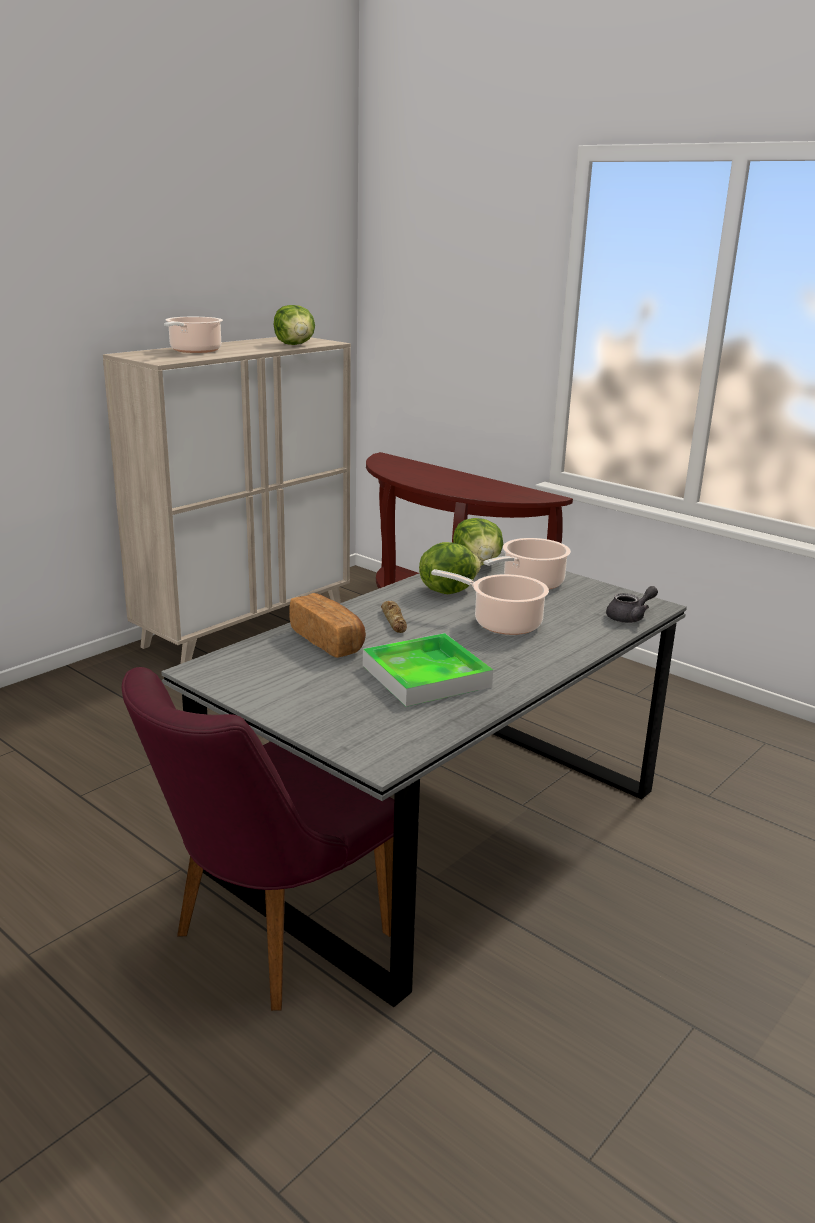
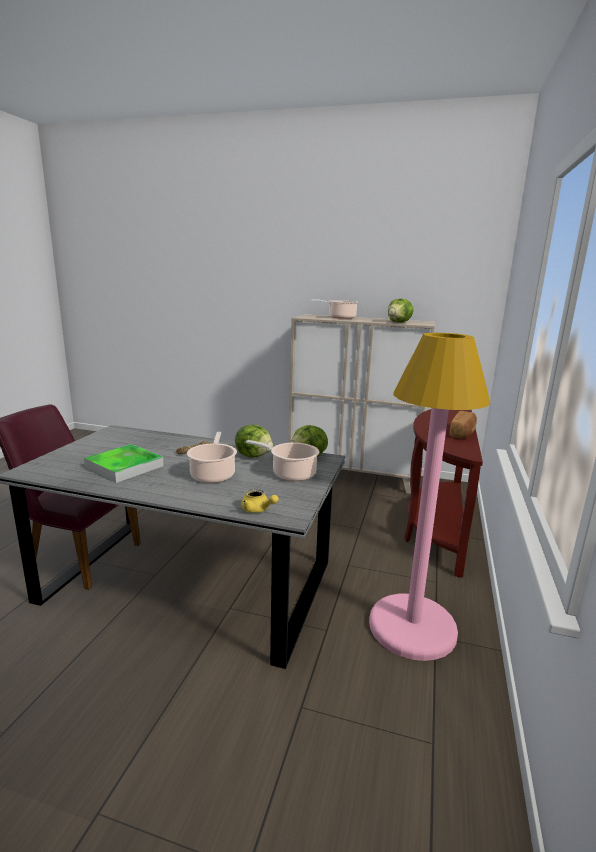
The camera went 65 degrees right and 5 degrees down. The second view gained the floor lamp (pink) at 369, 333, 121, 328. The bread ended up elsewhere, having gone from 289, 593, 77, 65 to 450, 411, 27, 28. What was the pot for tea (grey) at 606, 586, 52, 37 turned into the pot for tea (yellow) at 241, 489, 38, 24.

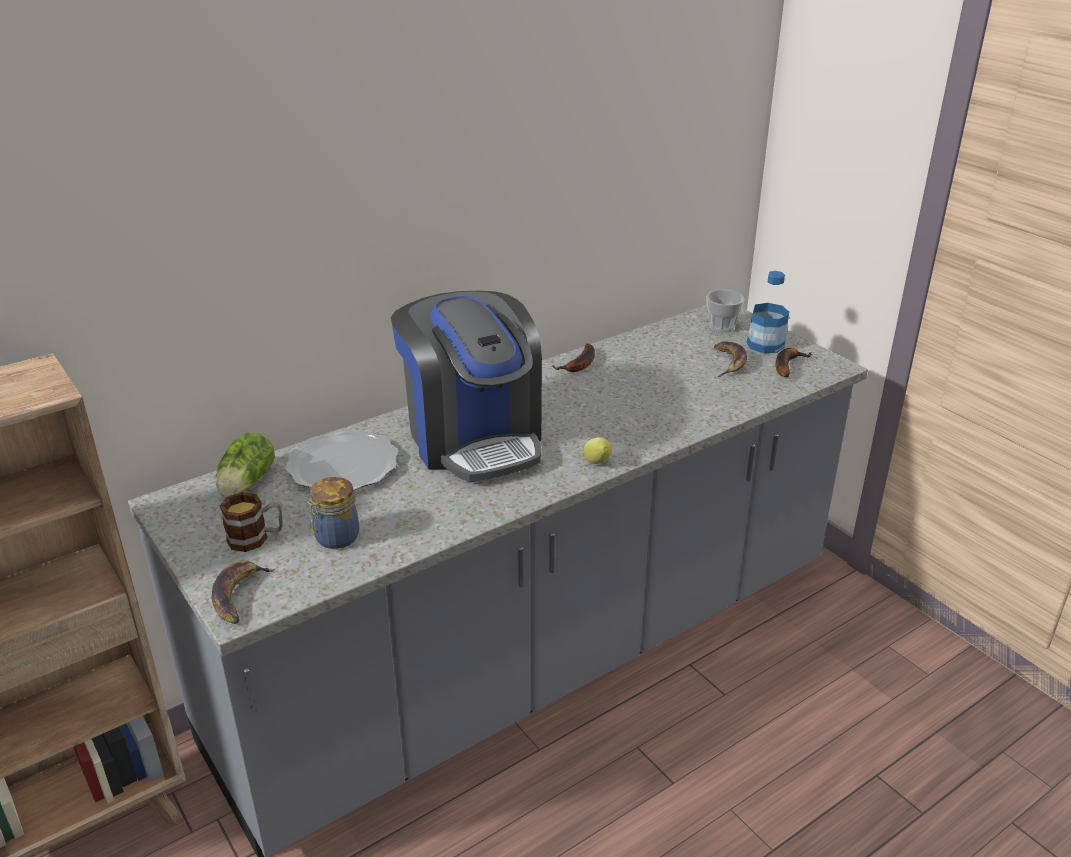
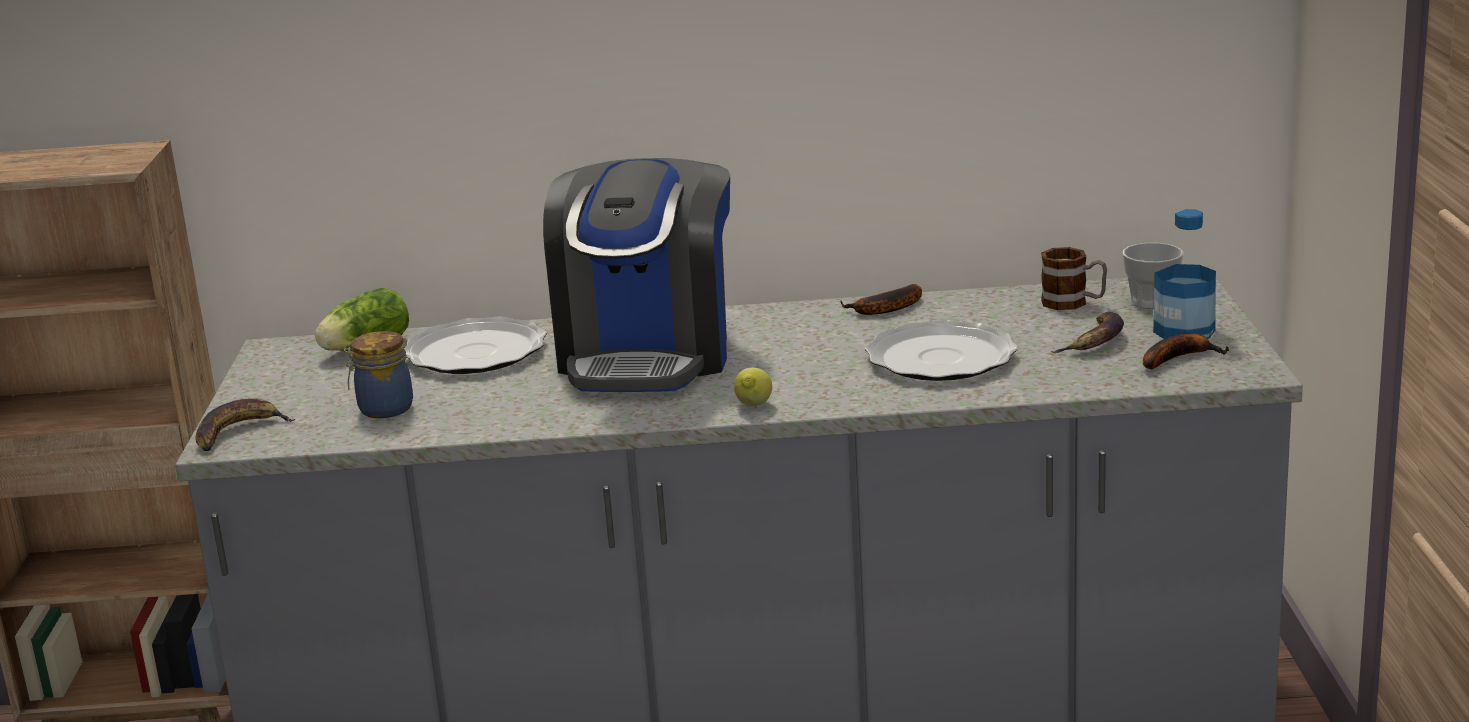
The camera went 35 degrees right and 10 degrees down. The second view gained the flat dish at 865, 320, 153, 61. The tea mug ended up elsewhere, having gone from 220, 492, 63, 60 to 1041, 247, 66, 63.

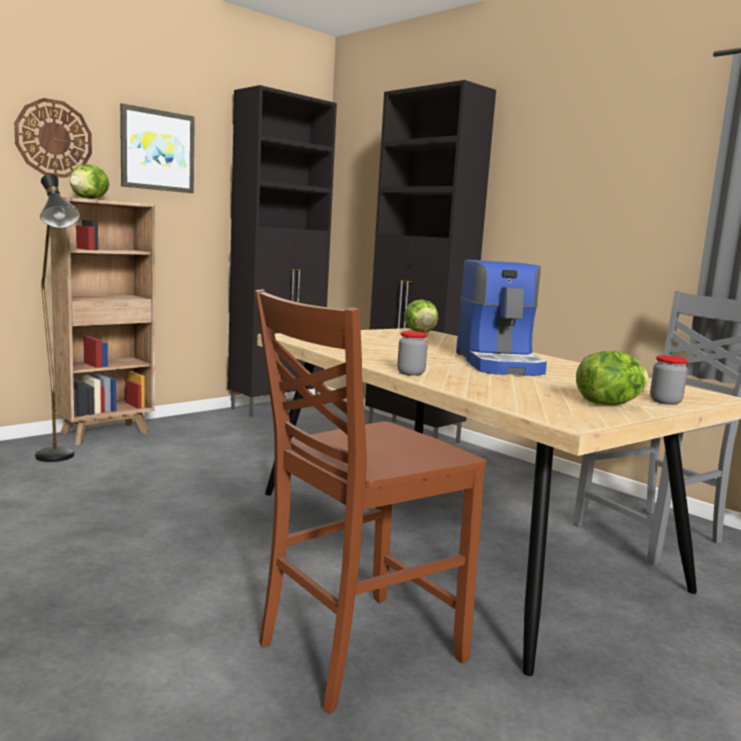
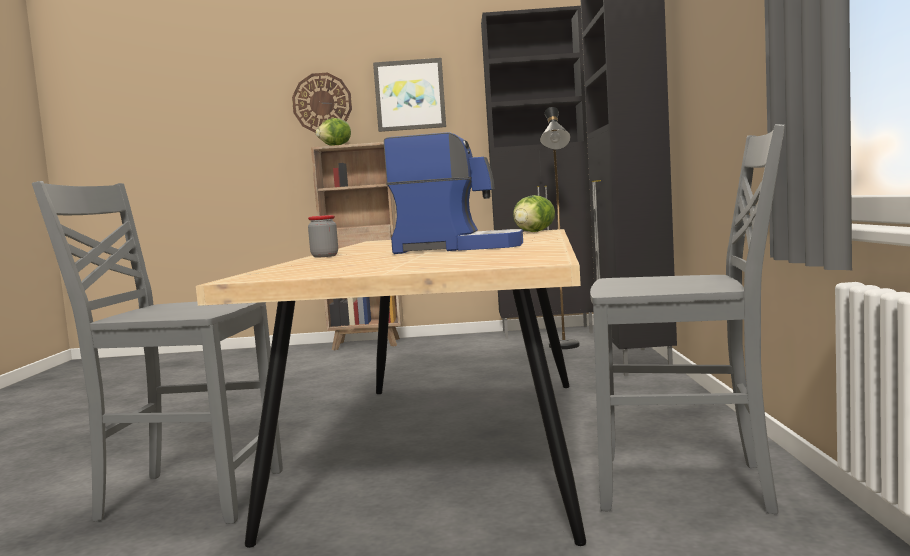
The camera went 45 degrees right and 5 degrees down. The second view lost the lettuce at 576, 351, 73, 54. The second view lost the preserve jar at 650, 355, 38, 50. The floor lamp (blackish) ended up elsewhere, having gone from 35, 174, 46, 288 to 540, 107, 40, 242. What was the plain chair (brown) at 255, 289, 231, 425 turned into the plain chair (grey) at 32, 181, 251, 343. The coffee brewer at 456, 260, 91, 116 ended up facing another way, 120 degrees counterclockwise from before.

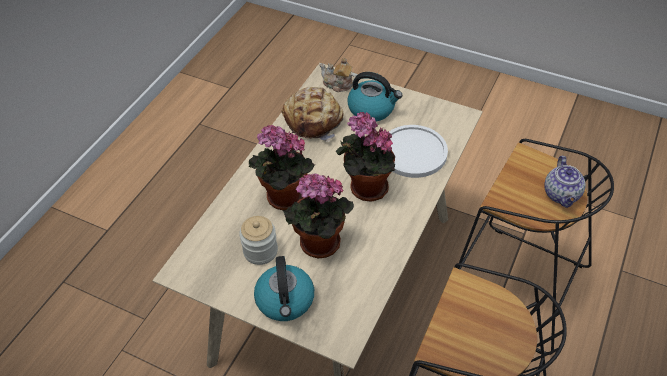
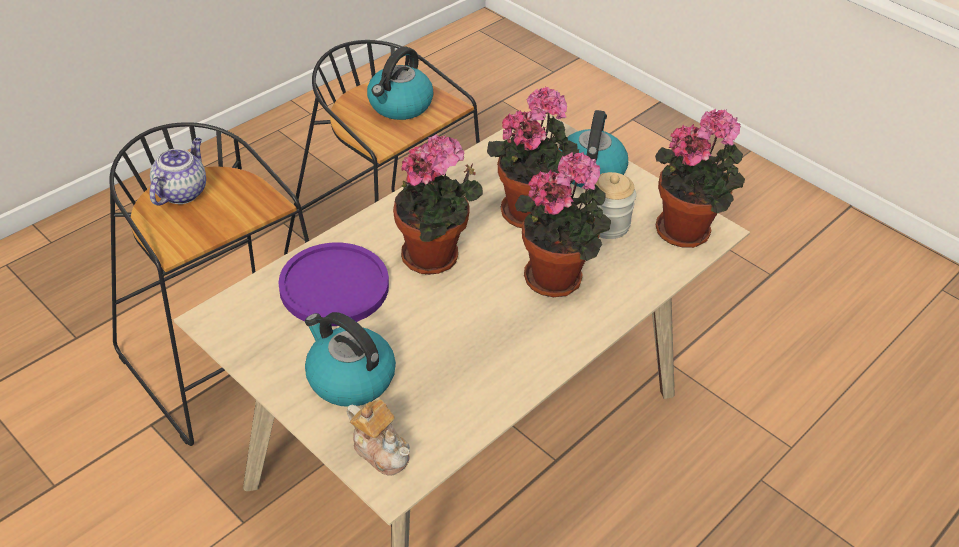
The camera went 165 degrees left and 5 degrees down. The second view lost the bread at 281, 87, 62, 55. The second view gained the tea kettle at 367, 46, 67, 74. The second view gained the houseplant at 655, 109, 90, 139. What was the flat dish (white-coloured) at 389, 125, 59, 53 turned into the flat dish (purple-coloured) at 278, 243, 111, 83.

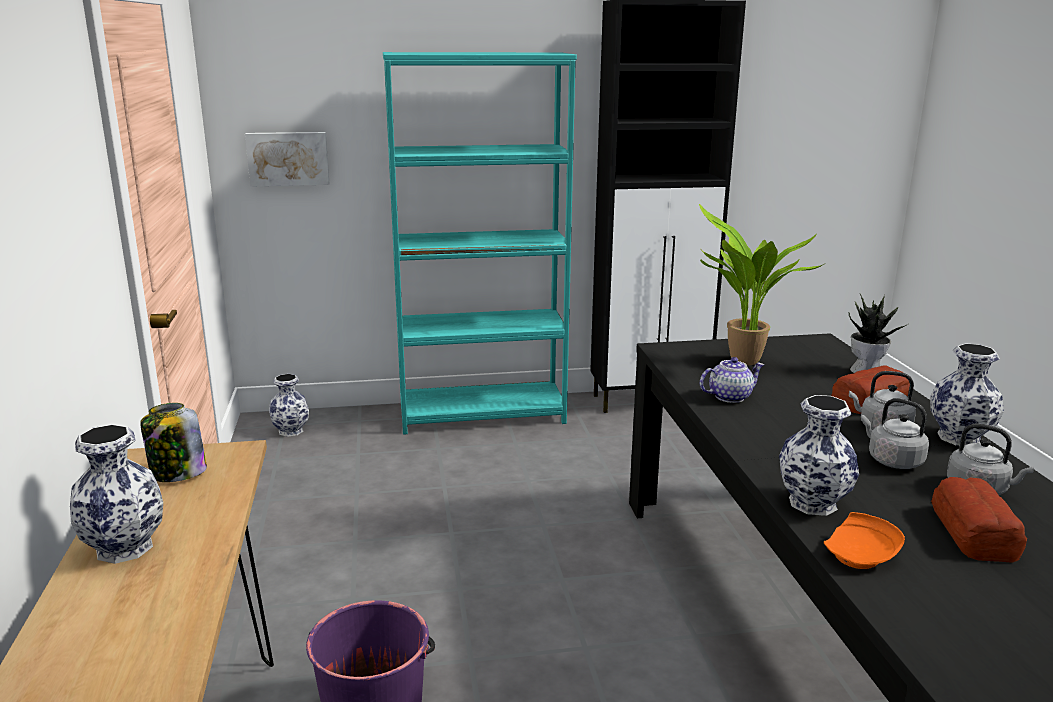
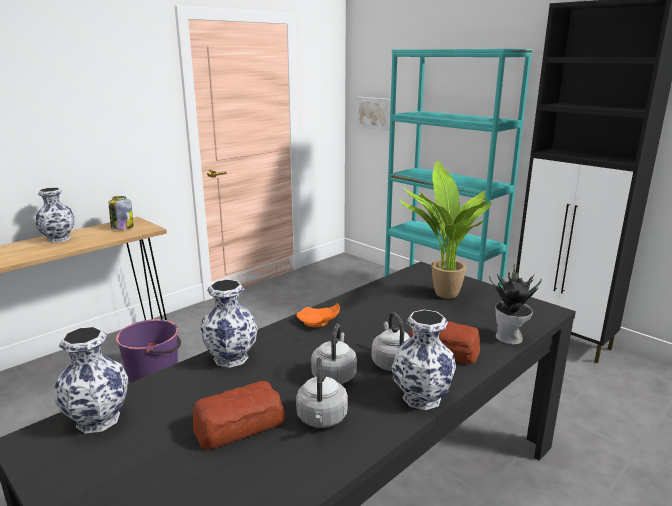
The camera went 55 degrees right and 0 degrees up. The second view lost the pot for tea at 700, 357, 64, 46. The vase ended up elsewhere, having gone from 269, 374, 40, 63 to 54, 327, 74, 106. The flat dish (orange-coloured) ended up elsewhere, having gone from 824, 512, 81, 57 to 296, 303, 44, 24.

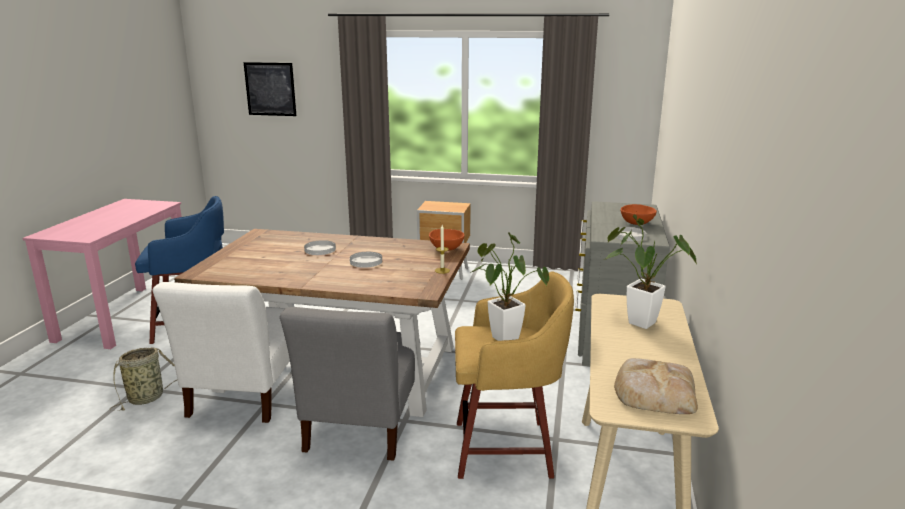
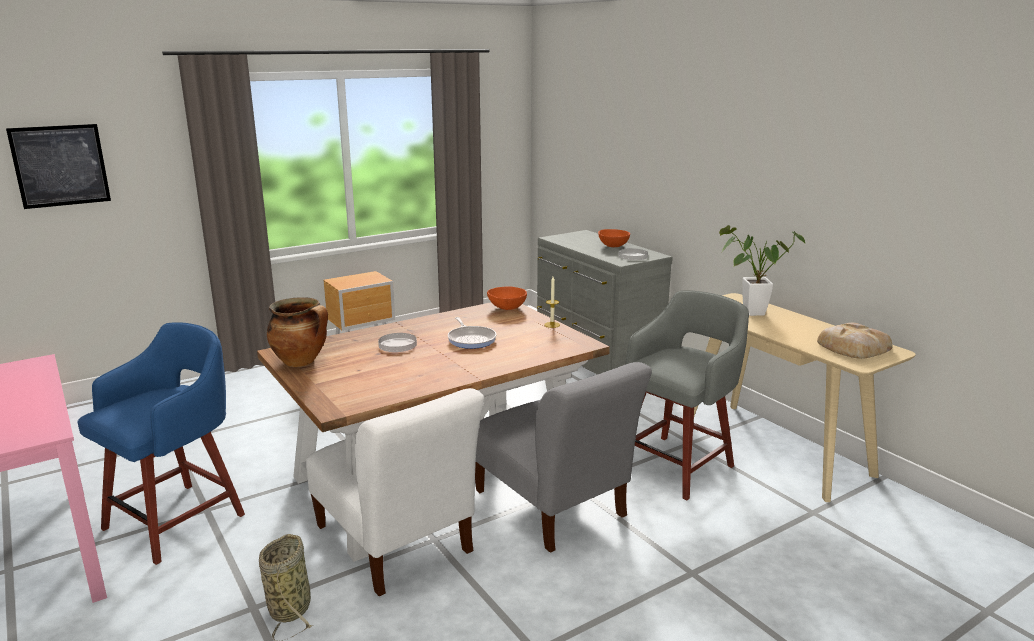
The camera went 45 degrees left and 0 degrees up. The second view lost the houseplant at 470, 232, 79, 109. The second view gained the stockpot at 267, 297, 61, 70. Where the flat dish (white-coloured) stood at 350, 252, 32, 16, the frying pan came to stand at 448, 317, 49, 32. What was the sitting stool (yellow) at 455, 271, 119, 208 turned into the sitting stool (grey) at 625, 290, 124, 210.

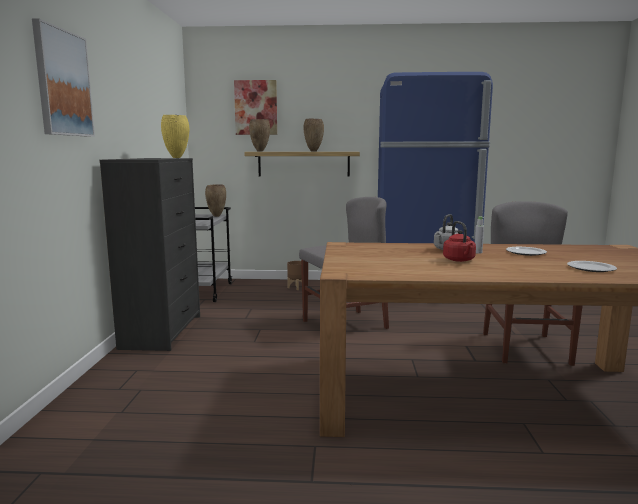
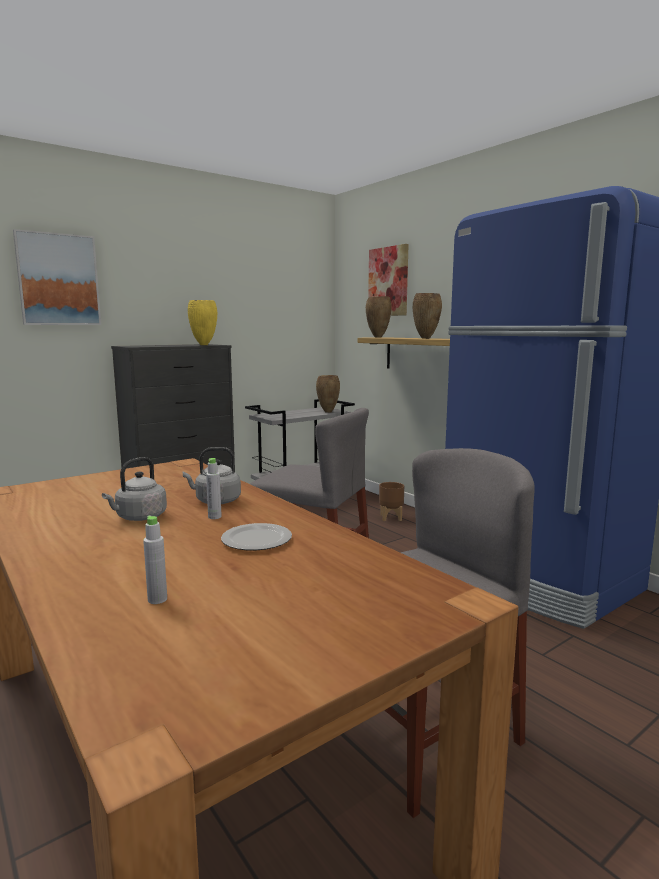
The camera went 50 degrees right and 0 degrees up. Where the flat dish stood at 567, 261, 50, 11, the bottle (grey) came to stand at 143, 515, 24, 89. What was the tea kettle (reddish) at 443, 221, 33, 41 turned into the tea kettle (grey) at 102, 457, 65, 64.

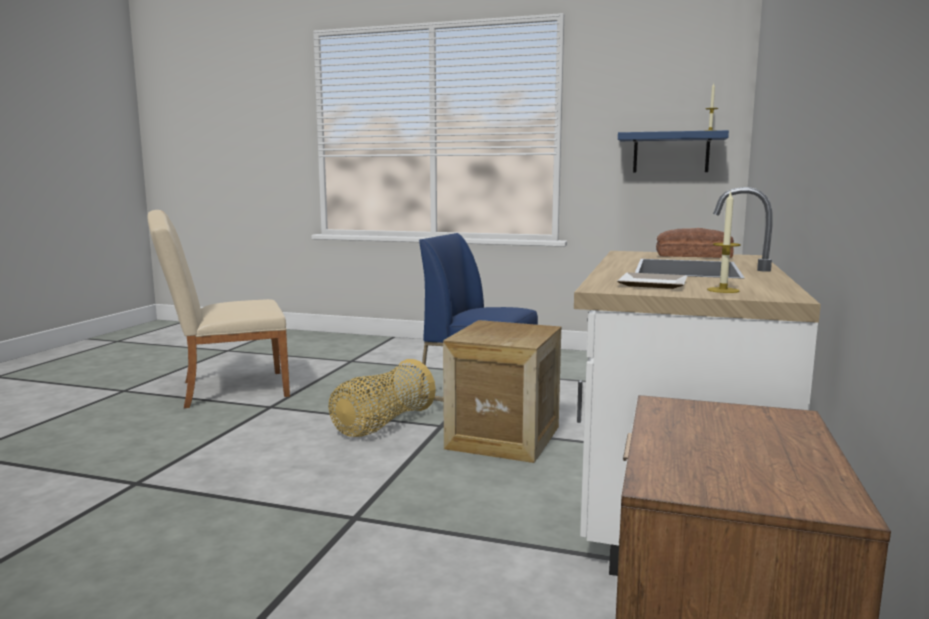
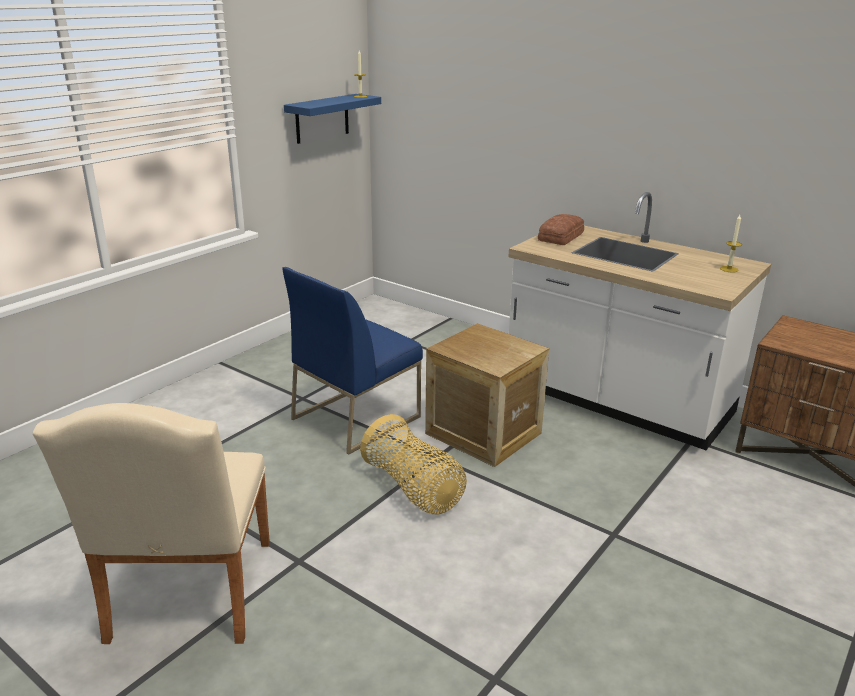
The camera went 70 degrees left and 15 degrees up. The second view lost the flat dish at 617, 272, 70, 17.

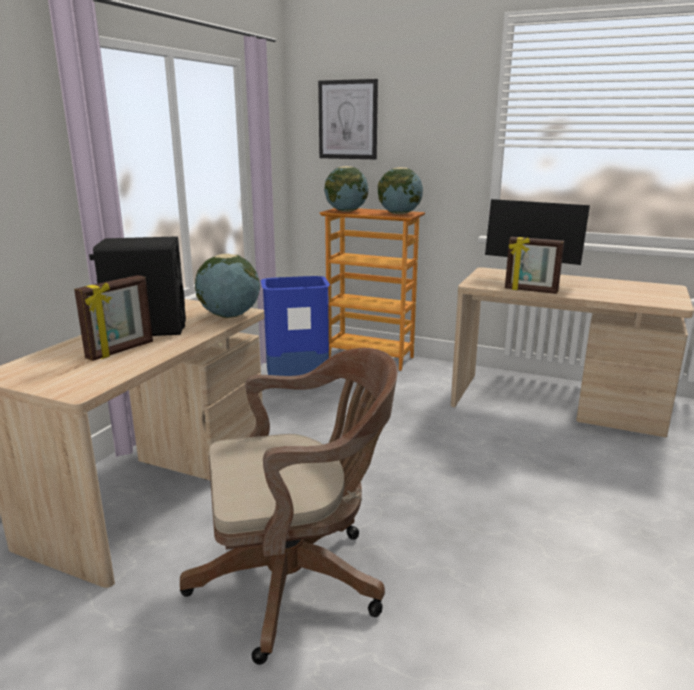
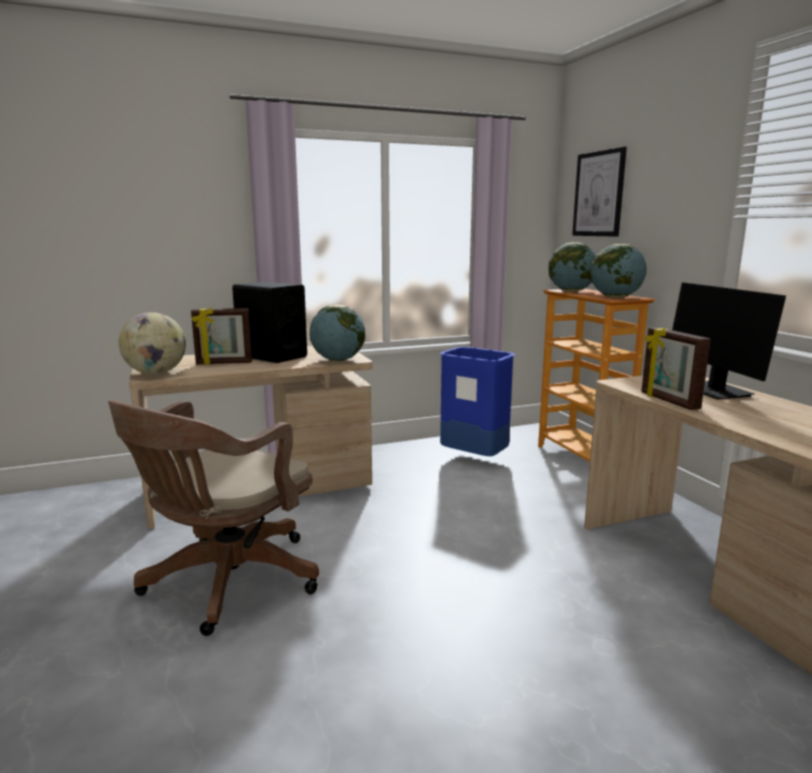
The camera went 45 degrees right and 5 degrees down. The second view gained the desk globe at 119, 312, 67, 62. The desk chair (brown) at 180, 348, 218, 317 ended up facing another way, 90 degrees clockwise from before.

